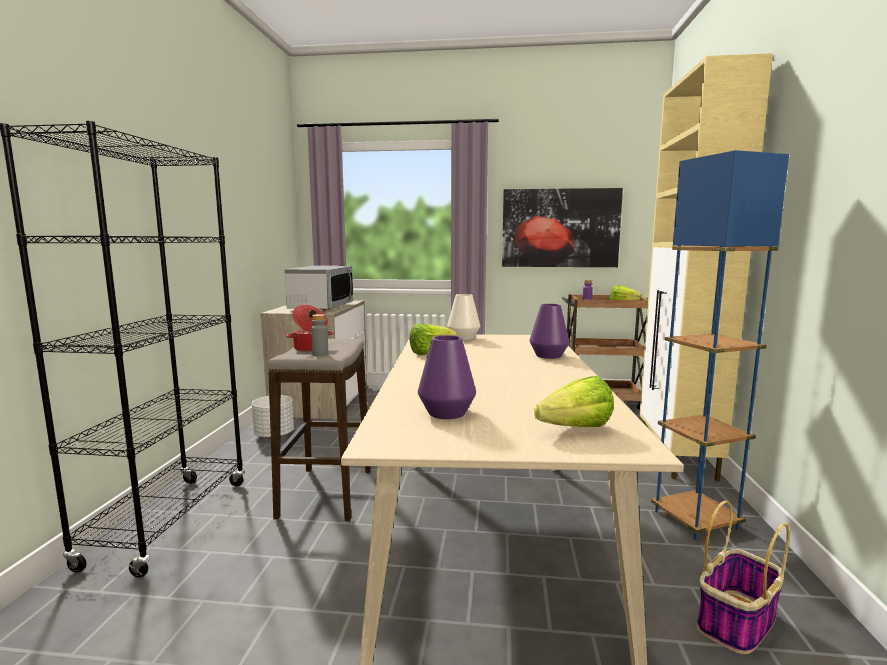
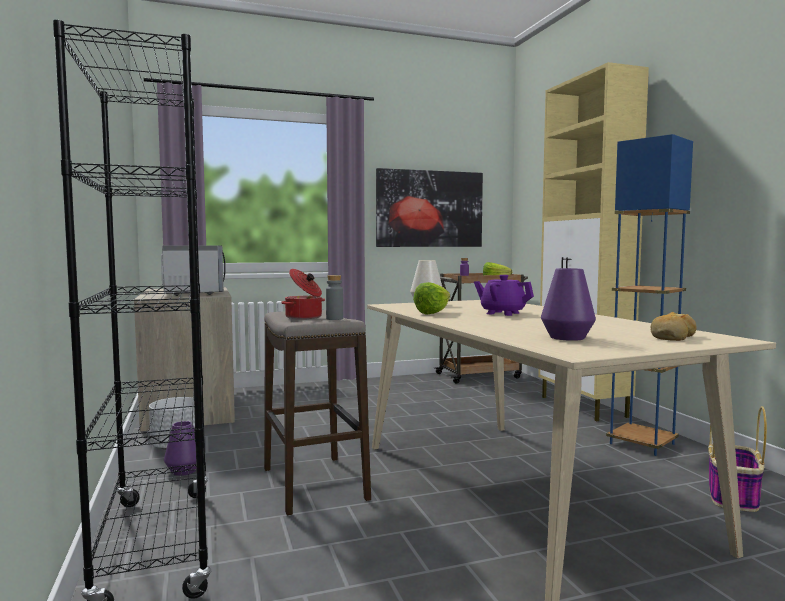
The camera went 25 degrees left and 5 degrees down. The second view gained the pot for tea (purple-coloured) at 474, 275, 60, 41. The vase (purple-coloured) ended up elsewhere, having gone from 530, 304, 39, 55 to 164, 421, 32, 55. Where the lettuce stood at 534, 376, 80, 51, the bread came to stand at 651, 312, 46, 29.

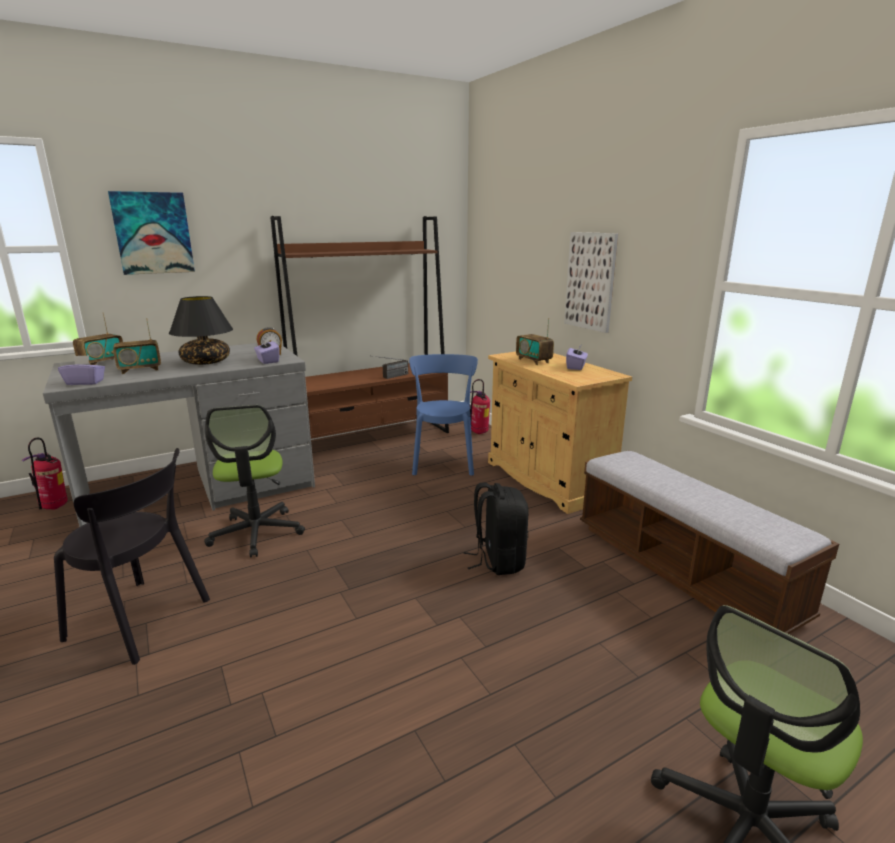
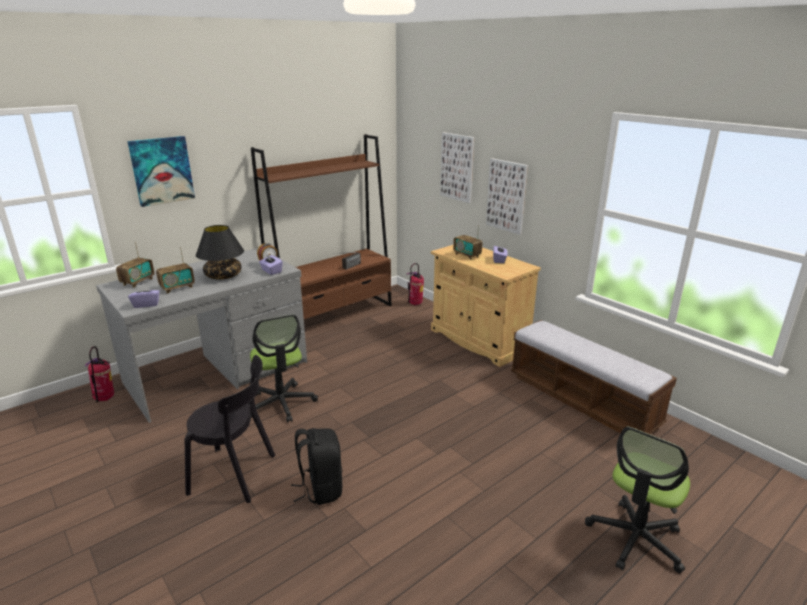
The camera went 10 degrees left and 5 degrees up. The second view lost the plain chair (bluish) at 409, 354, 69, 122. The second view gained the picture at 440, 132, 34, 71. The rucksack (blackish) ended up elsewhere, having gone from 464, 482, 65, 93 to 291, 428, 51, 77.

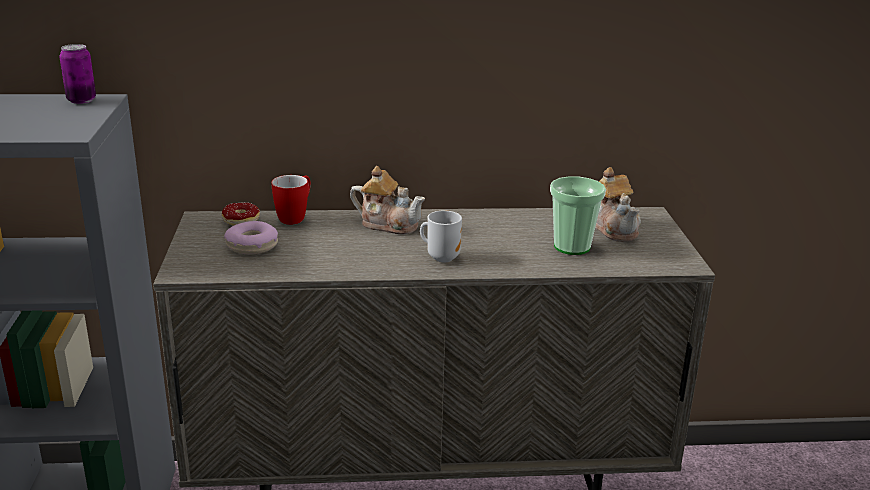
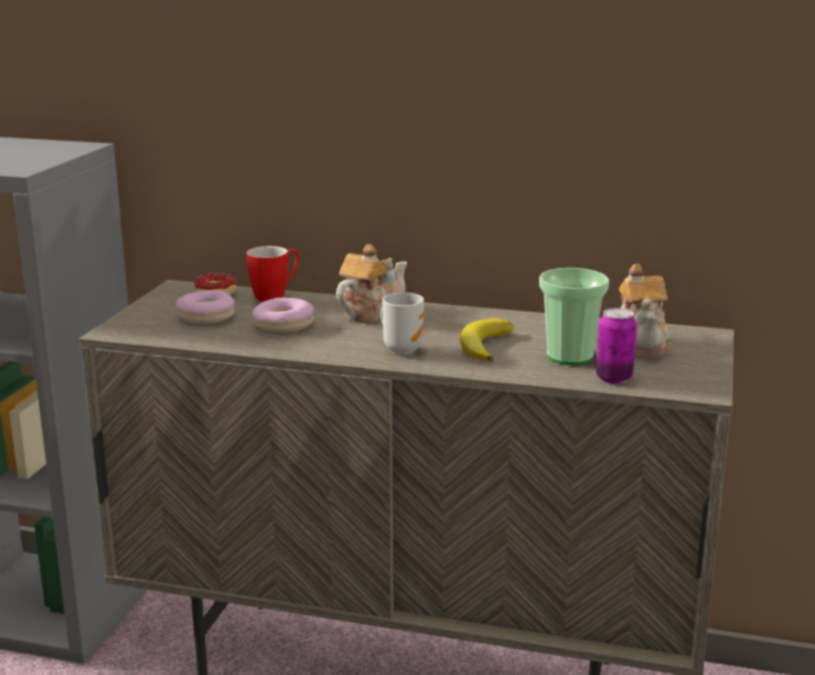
The camera went 20 degrees right and 5 degrees down. The second view gained the ring doughnut at 252, 298, 62, 35. The second view gained the banana fruit at 460, 318, 54, 44. The metal can ended up elsewhere, having gone from 59, 44, 37, 60 to 596, 308, 41, 76. The pot for tea at 350, 166, 75, 68 ended up facing another way, 90 degrees counterclockwise from before.

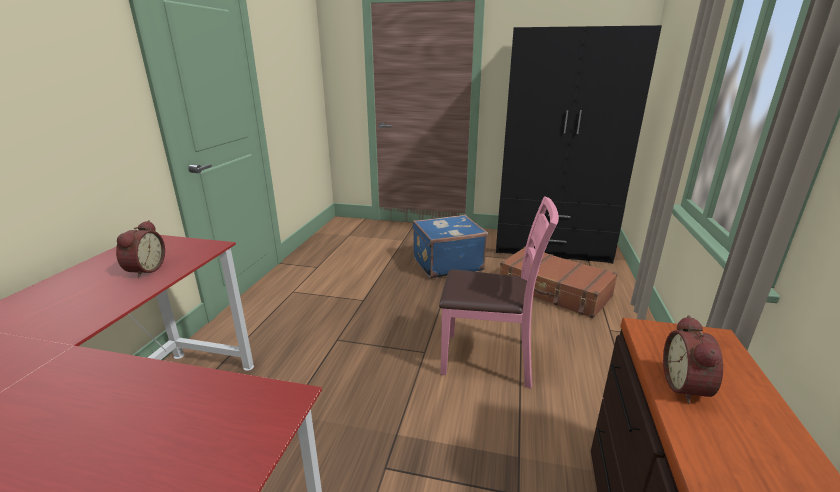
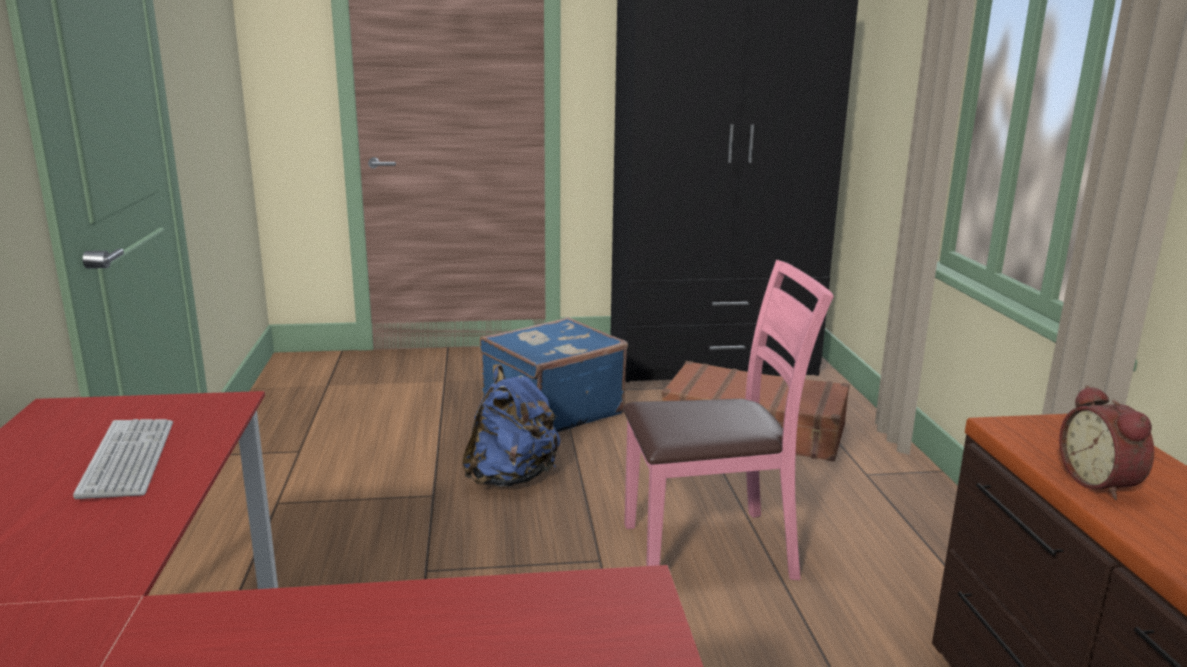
The camera went 20 degrees left and 5 degrees down. The second view gained the rucksack (bluish) at 462, 365, 98, 122. Where the alarm clock stood at 116, 220, 49, 58, the keyboard came to stand at 73, 419, 100, 80.

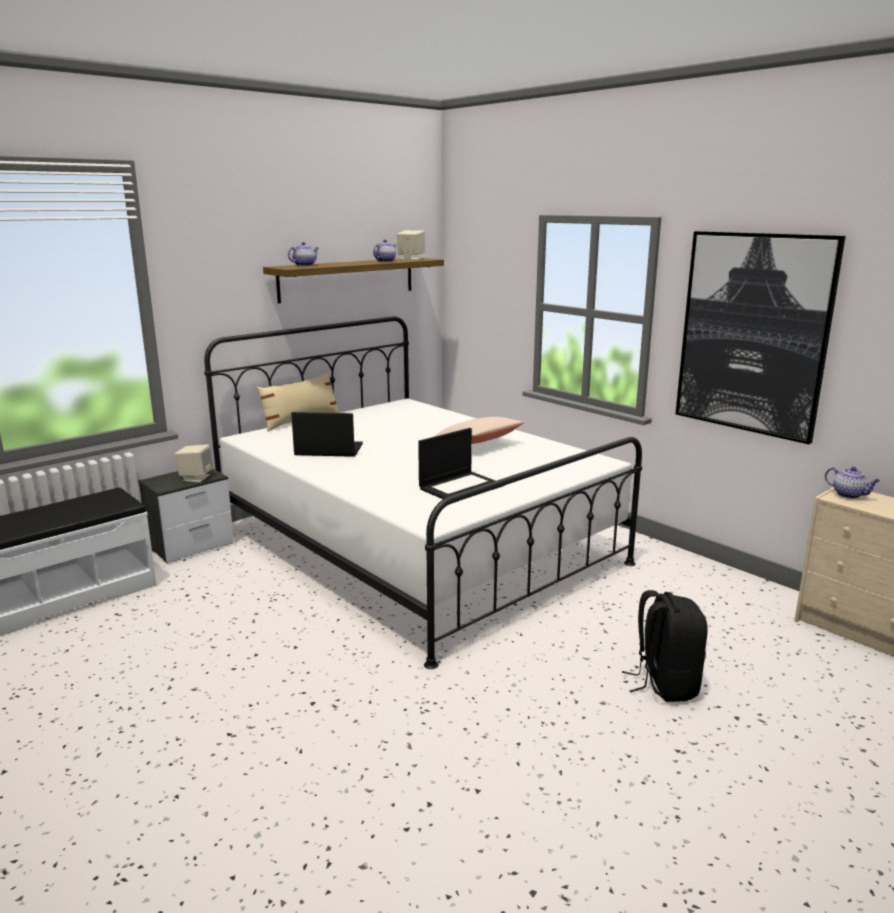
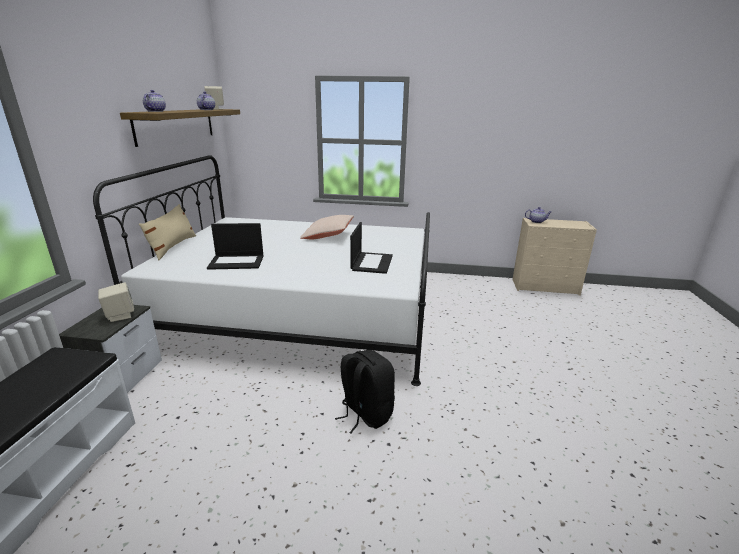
The camera went 40 degrees left and 5 degrees up. The second view lost the picture at 676, 231, 170, 213. The rucksack (blackish) ended up elsewhere, having gone from 622, 590, 86, 112 to 335, 350, 60, 83. The portable computer at 291, 412, 72, 45 ended up facing another way, 150 degrees counterclockwise from before.

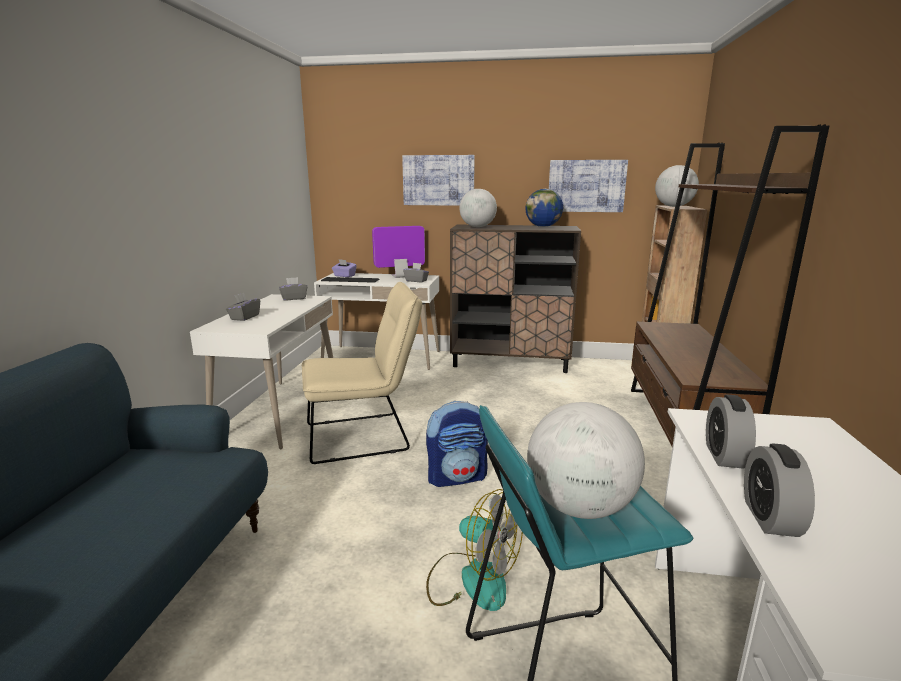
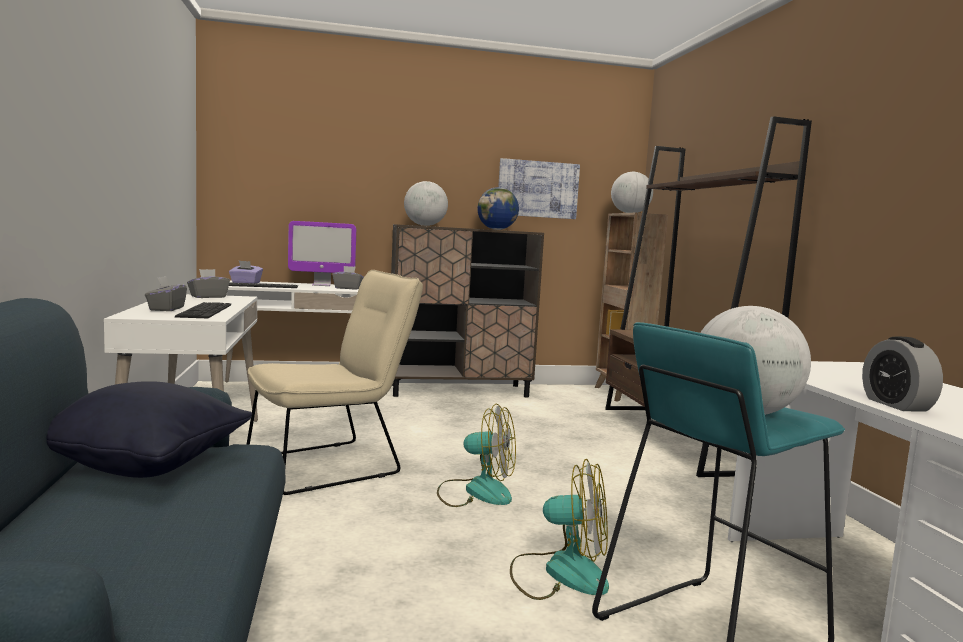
The camera went 20 degrees left and 10 degrees down. The second view lost the picture at 402, 155, 73, 51. The second view lost the alarm clock at 706, 394, 50, 75. The second view gained the cushion (blackish) at 47, 381, 205, 97. The second view gained the keyboard at 175, 302, 56, 16. Where the rucksack stood at 426, 401, 62, 86, the cooling fan came to stand at 437, 404, 79, 103. The monitor at 372, 226, 53, 52 ended up facing another way, 150 degrees counterclockwise from before.

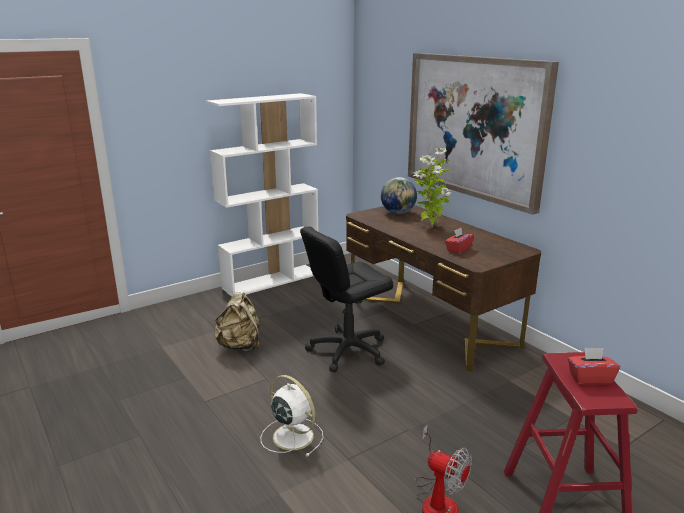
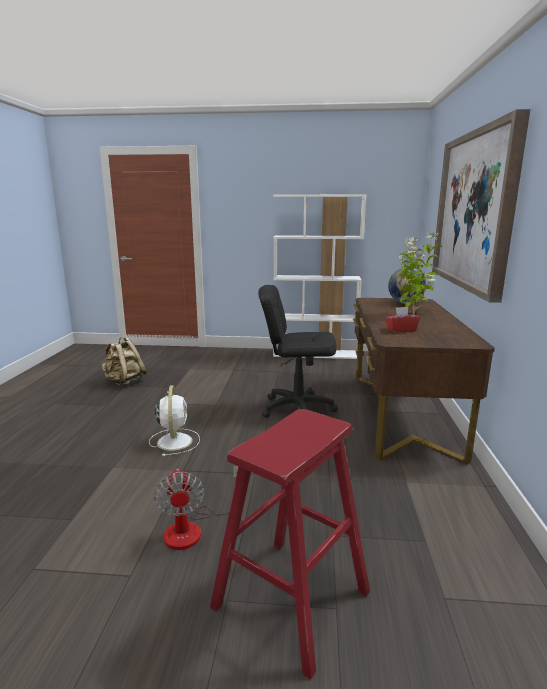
The camera went 40 degrees right and 5 degrees down. The second view lost the tissue box (reddish) at 568, 348, 52, 36. The rucksack (beige-coloured) ended up elsewhere, having gone from 214, 292, 46, 59 to 101, 337, 46, 50.

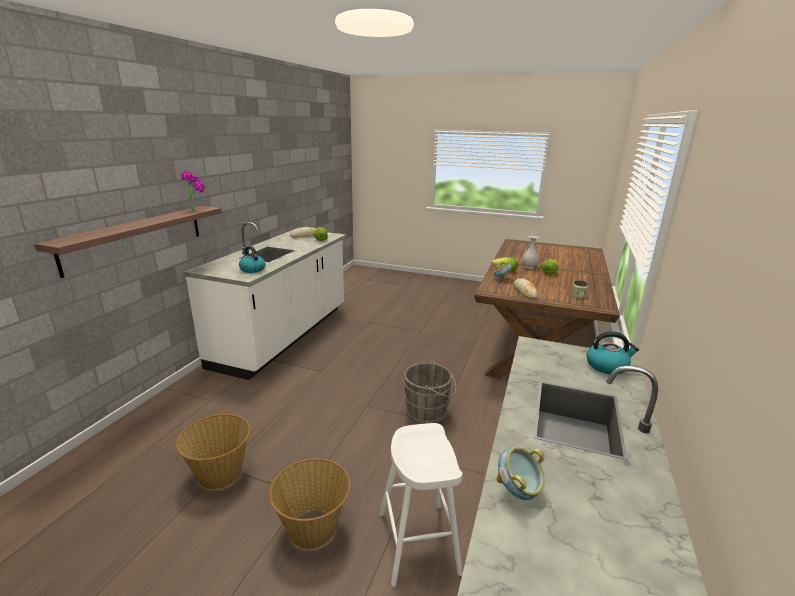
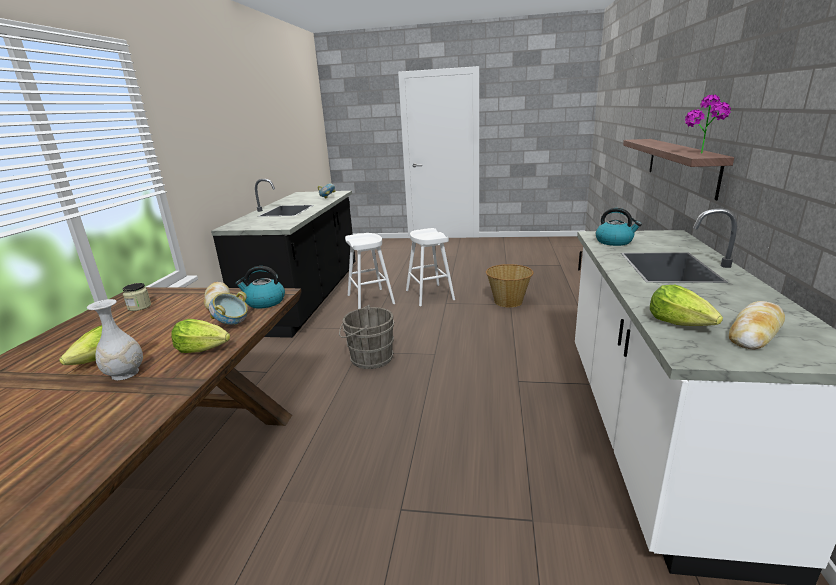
The camera went 170 degrees right and 0 degrees up. The tea kettle ended up elsewhere, having gone from 586, 331, 53, 43 to 235, 266, 50, 43. Where the household basket stood at 269, 459, 82, 90, the sitting stool (white-coloured) came to stand at 406, 228, 49, 78.

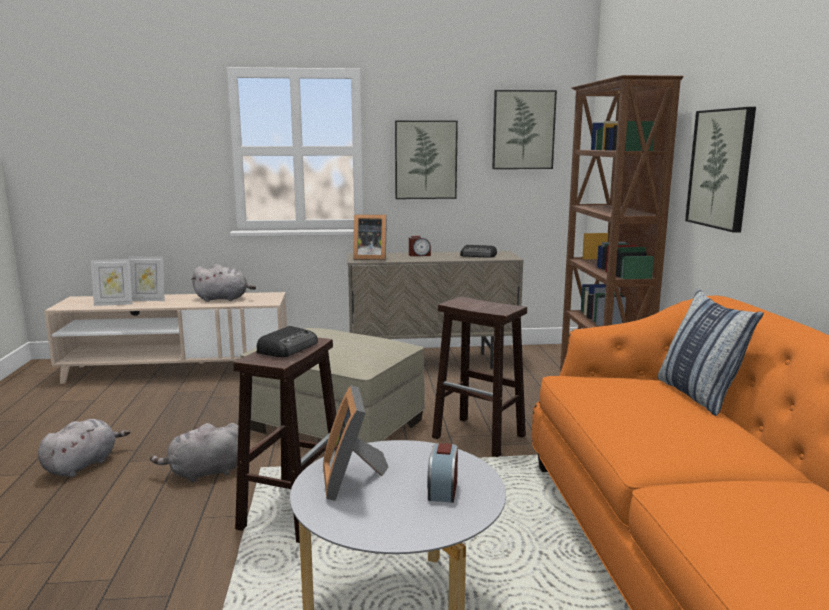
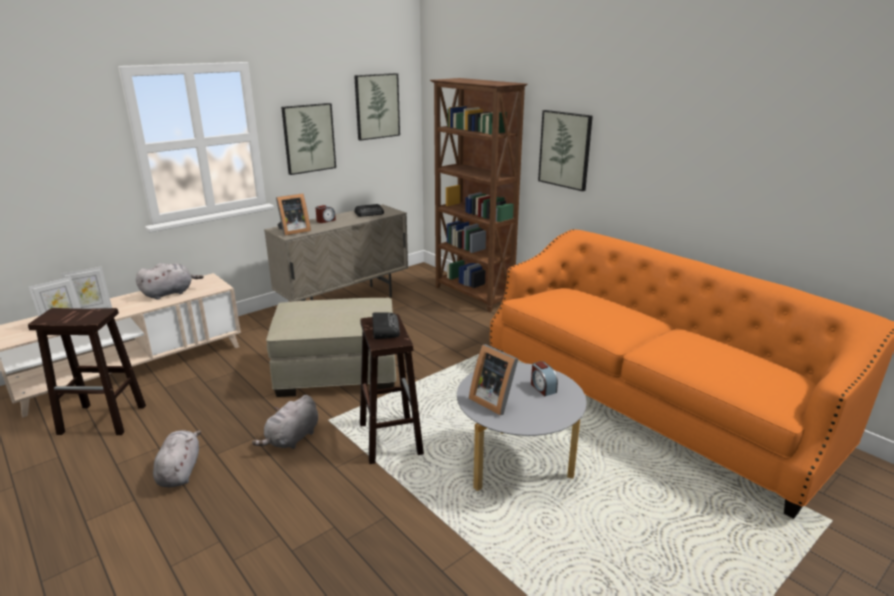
The camera went 35 degrees left and 10 degrees up. The second view lost the cushion at 658, 289, 106, 127. The sitting stool (brown) ended up elsewhere, having gone from 432, 297, 95, 160 to 28, 308, 118, 127.

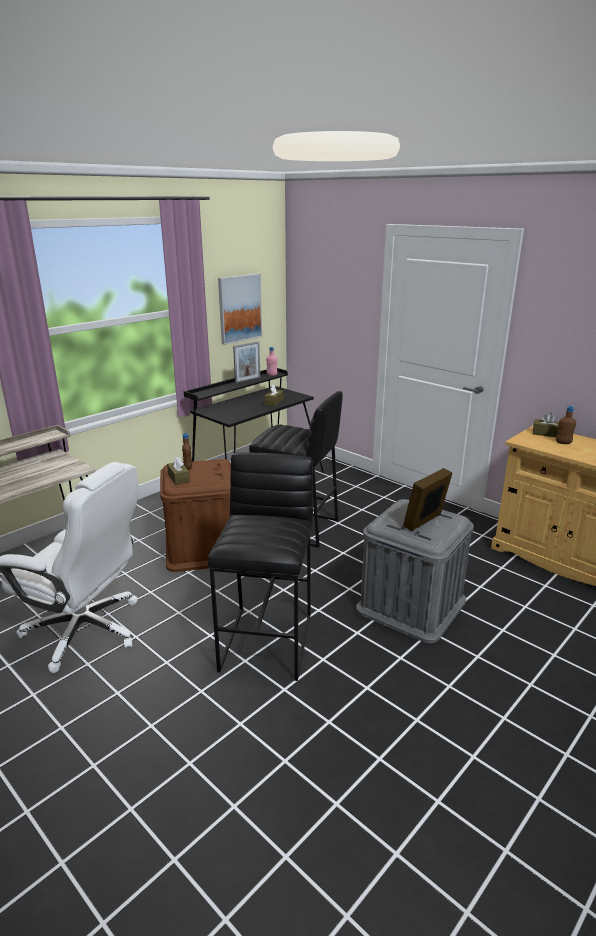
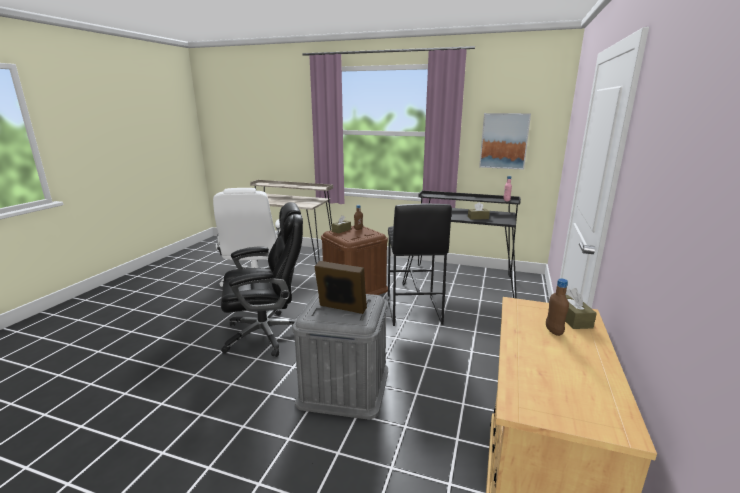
The camera went 65 degrees right and 5 degrees down. The second view lost the picture frame at 233, 341, 27, 42. Where the sitting stool (blackish) stood at 208, 452, 105, 229, the desk chair (blackish) came to stand at 221, 202, 82, 155.

